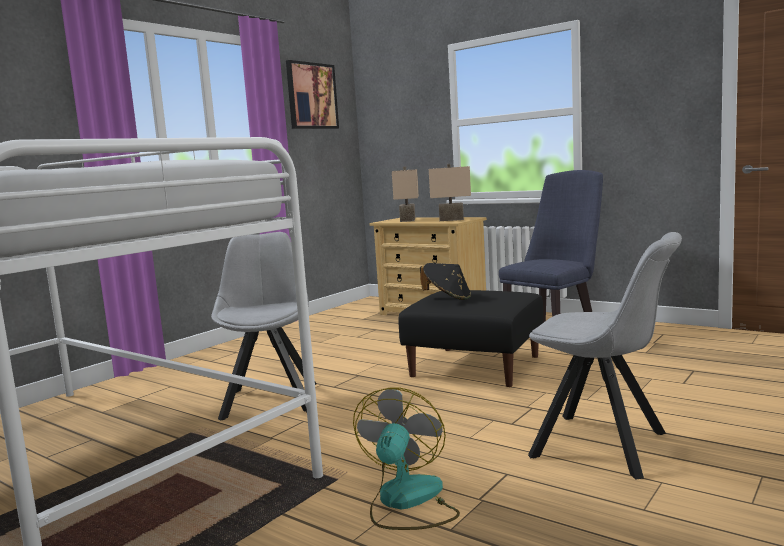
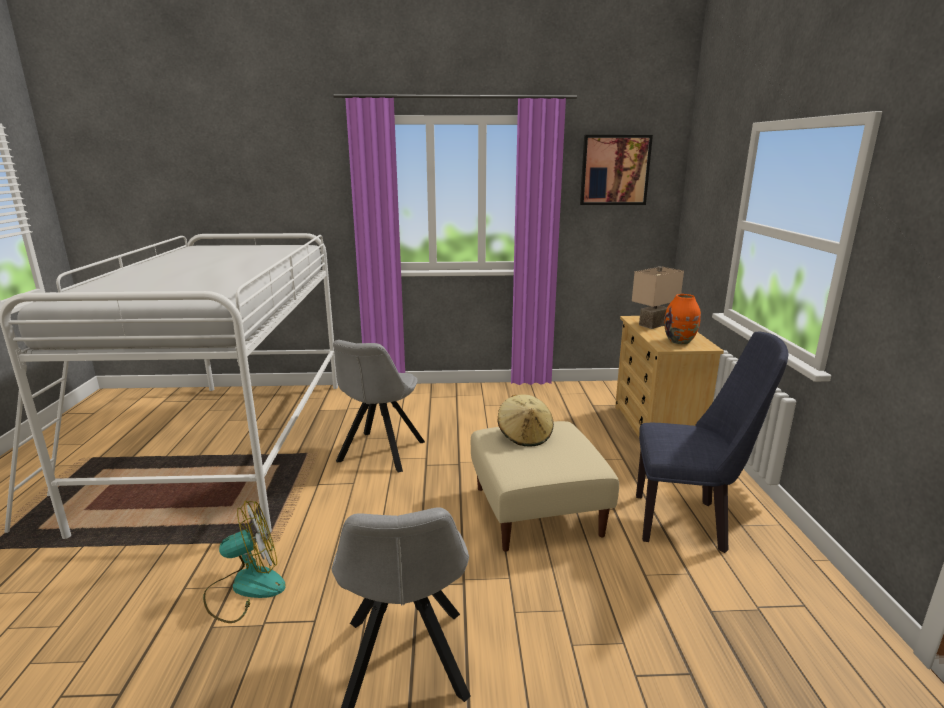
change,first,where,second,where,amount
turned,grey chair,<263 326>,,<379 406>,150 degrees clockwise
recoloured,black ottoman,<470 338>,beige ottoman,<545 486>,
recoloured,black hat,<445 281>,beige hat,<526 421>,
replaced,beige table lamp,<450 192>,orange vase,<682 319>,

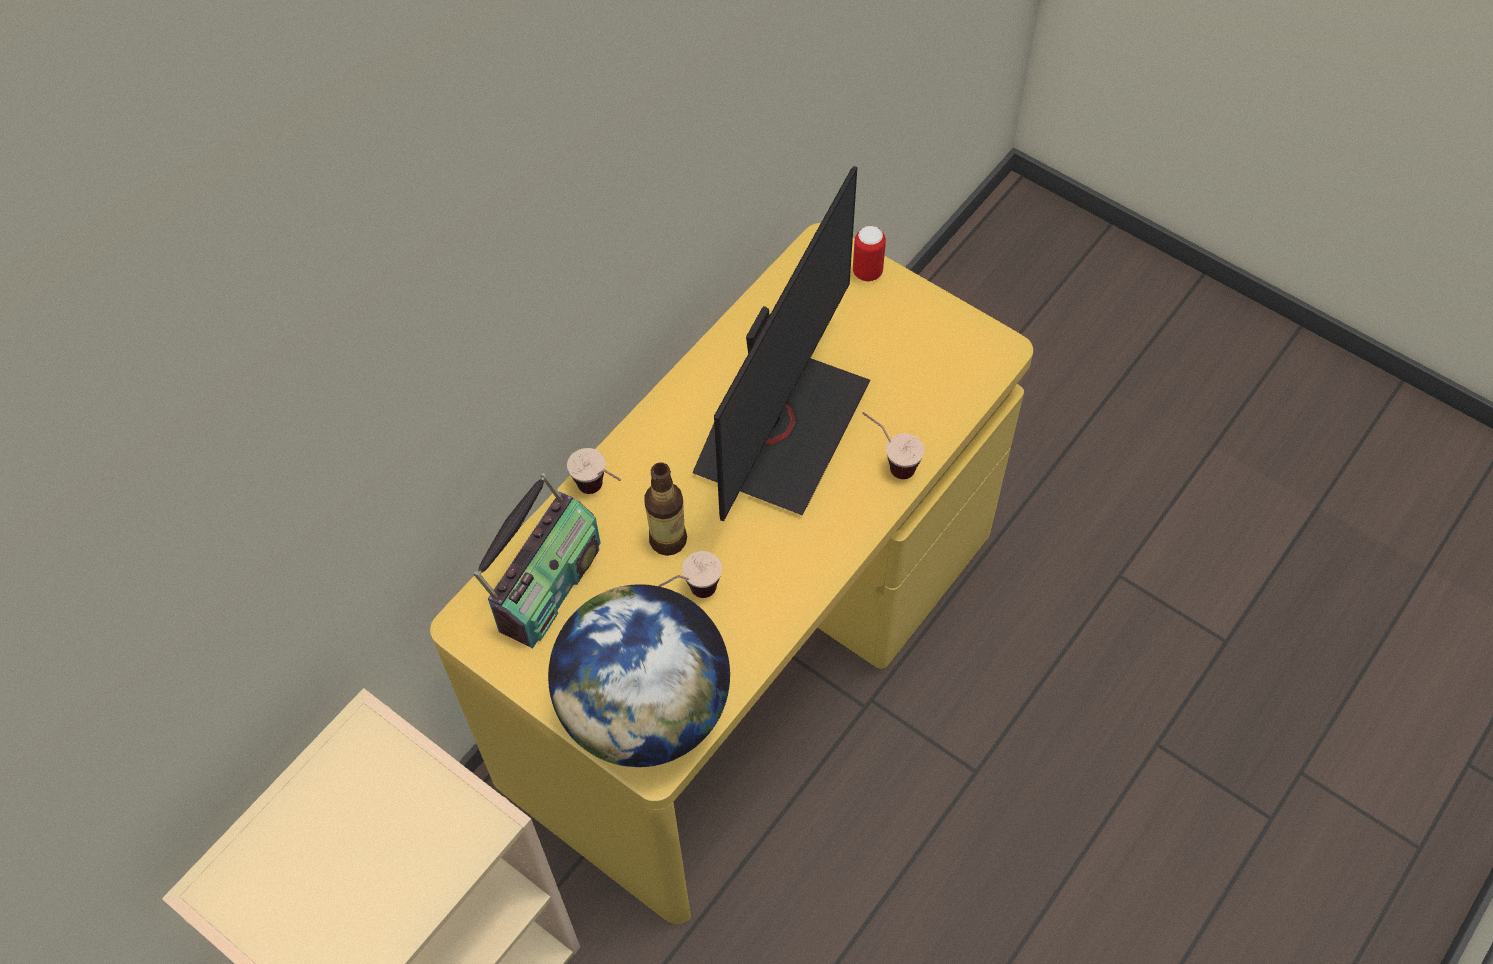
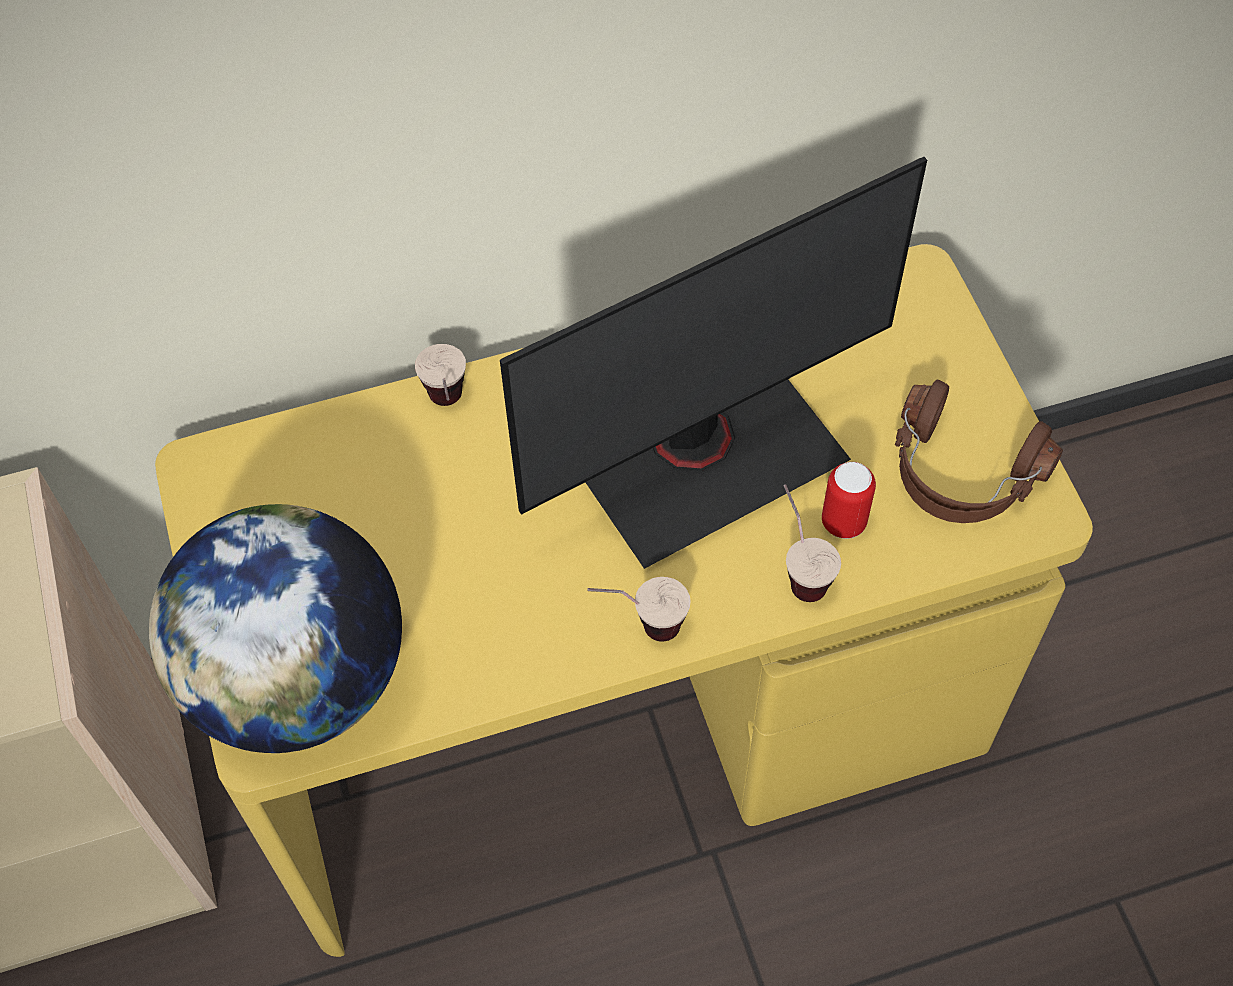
change,first,where,second,where,amount
removed,radio,<537 560>,,,
removed,bottle,<665 509>,,,
moved,cup,<690 574>,,<639 609>,
moved,can,<869 253>,,<849 500>,
added,,,brown headphones,<979 451>,

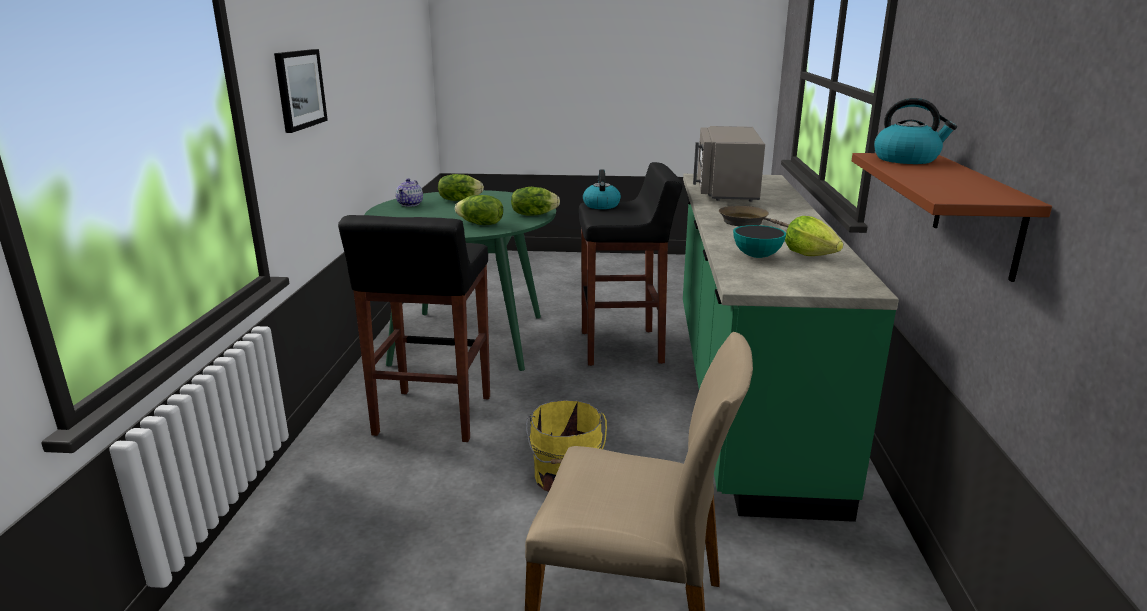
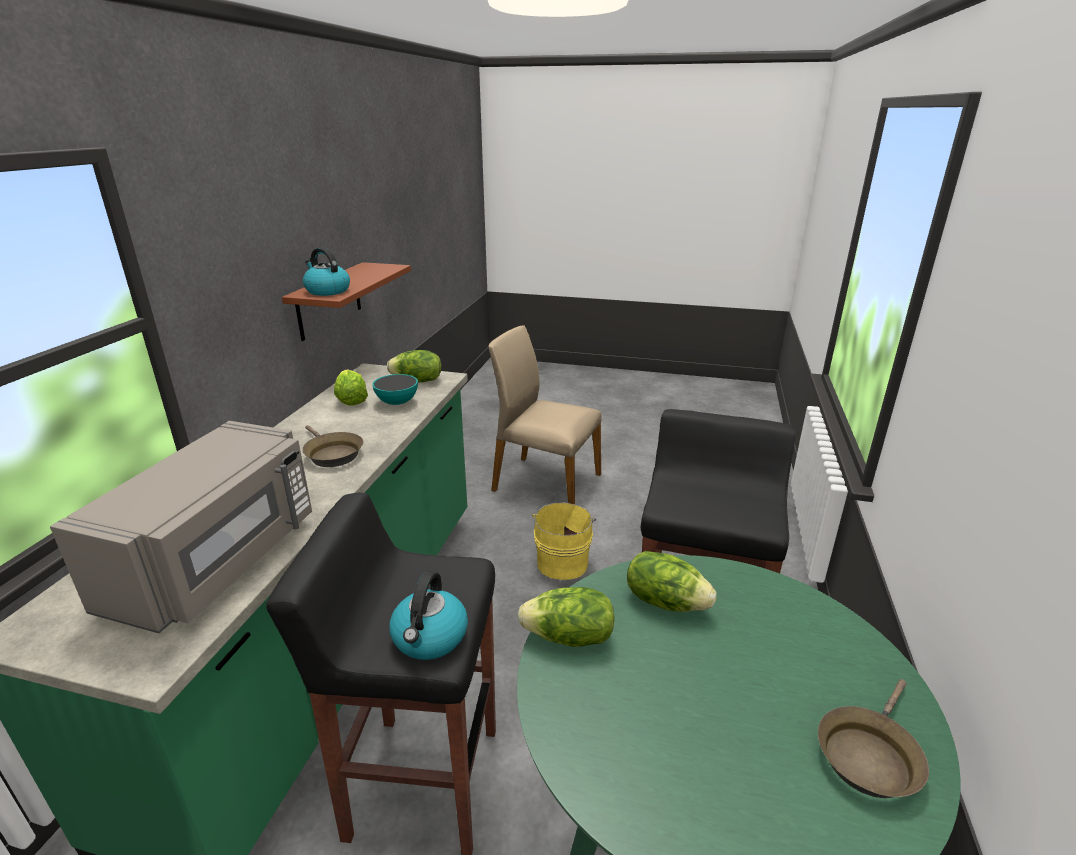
change,first,where,second,where,amount
removed,picture,<301 91>,,,
replaced,teapot,<409 192>,brown frying pan,<873 738>,
moved,lettuce,<461 187>,,<414 366>,

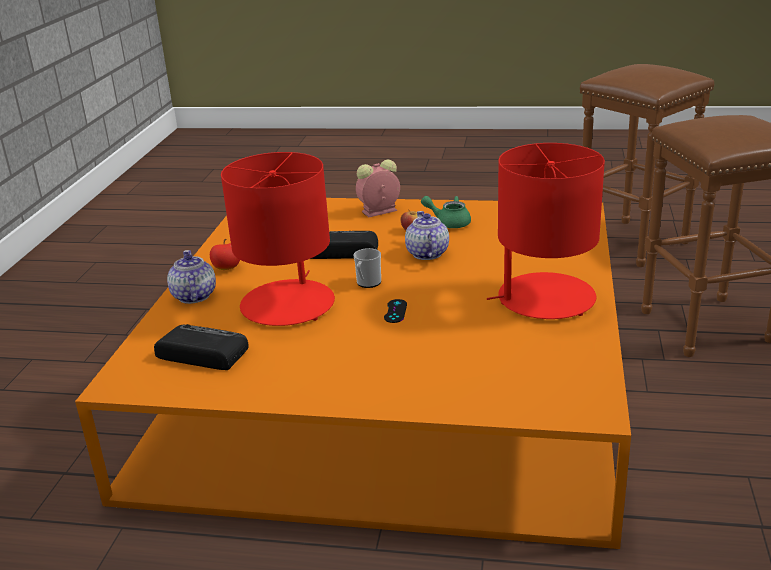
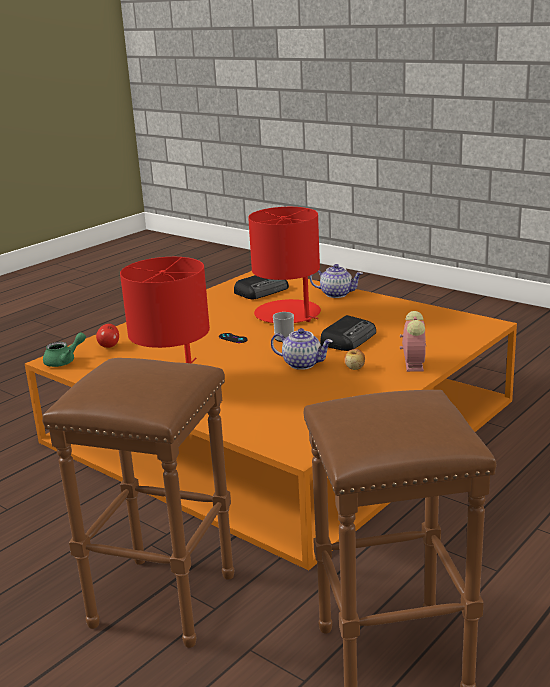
change,first,where,second,where,amount
moved,apple,<225 254>,,<107 336>,
moved,green teapot,<446 212>,,<64 349>,

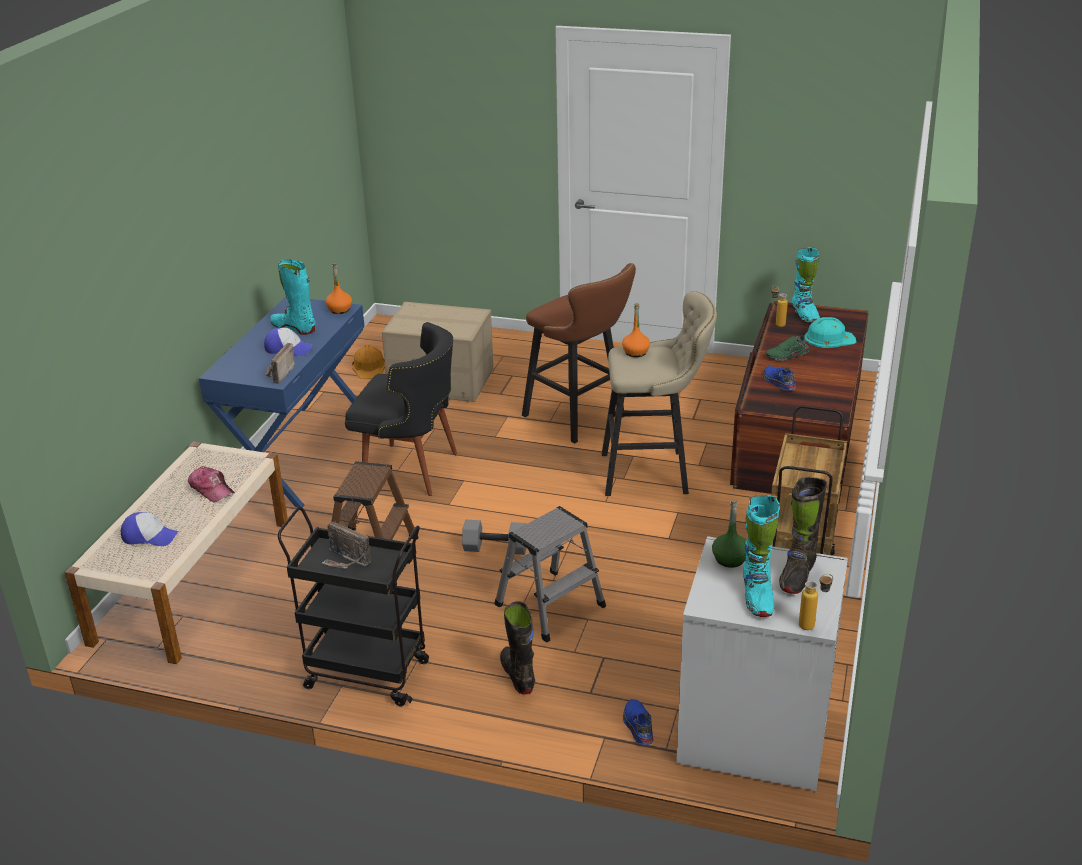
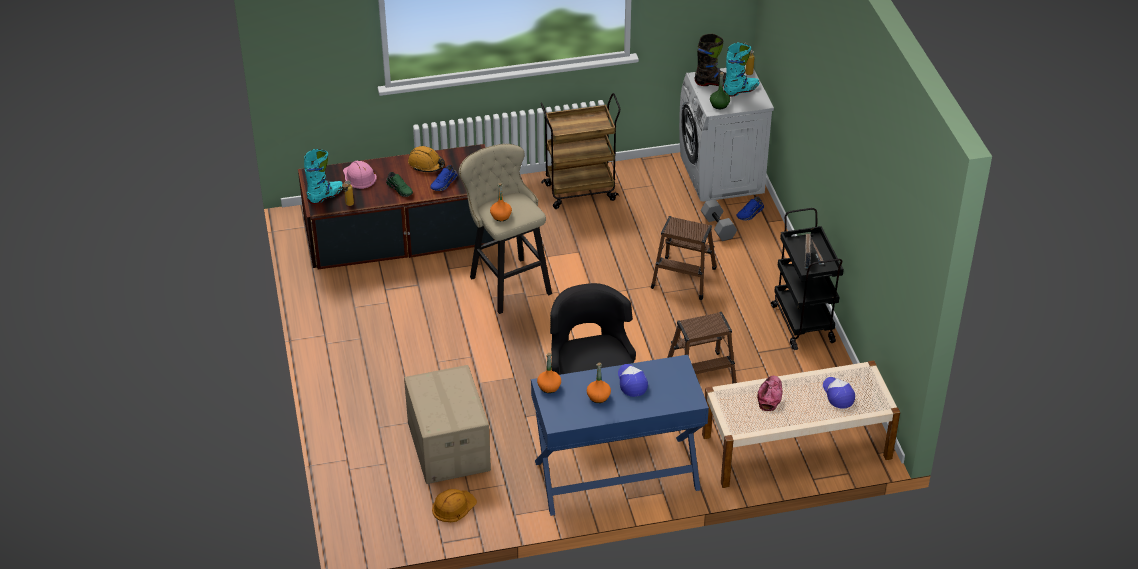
change,first,where,second,where,amount
removed,radio,<281 363>,,,
replaced,turquoise boot,<293 297>,orange bottle,<599 383>,
moved,grey dumbbell,<494 537>,,<719 220>,
recoloured,grey step ladder,<550 574>,brown step ladder,<684 258>,
removed,black boot,<517 648>,,,
removed,brown stool,<579 353>,,,
recoloured,turquoise hard hat,<830 332>,pink hard hat,<360 175>,
added,,,orange hard hat,<426 159>,

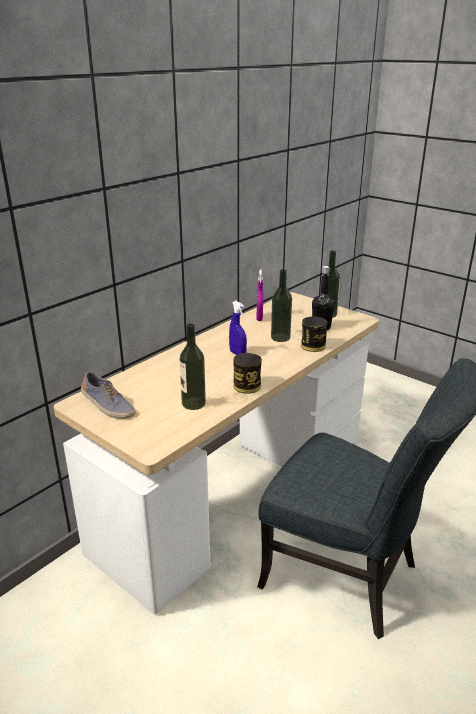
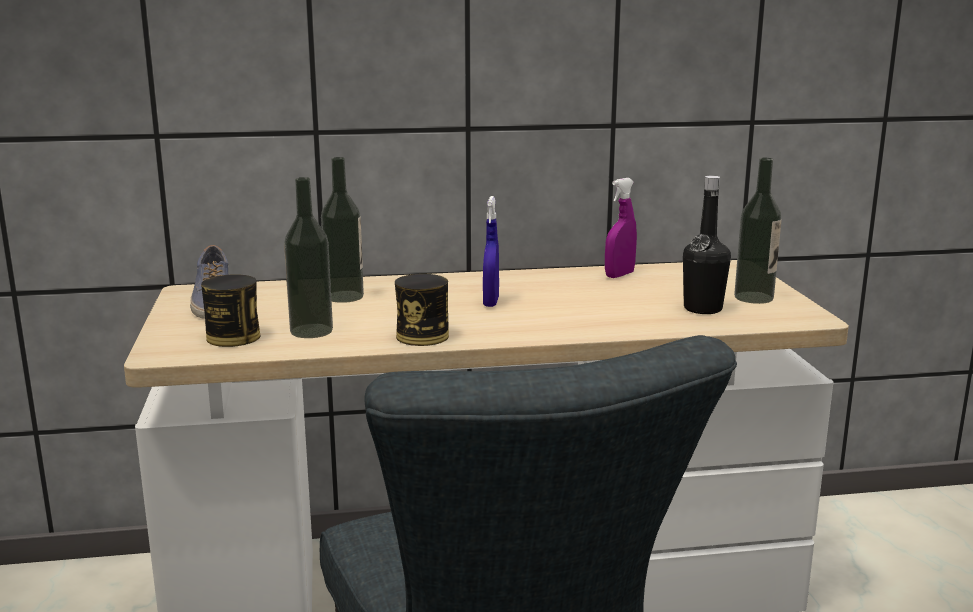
change,first,where,second,where,amount
moved,bottle,<281 305>,,<342 230>,
moved,can,<314 334>,,<231 310>,

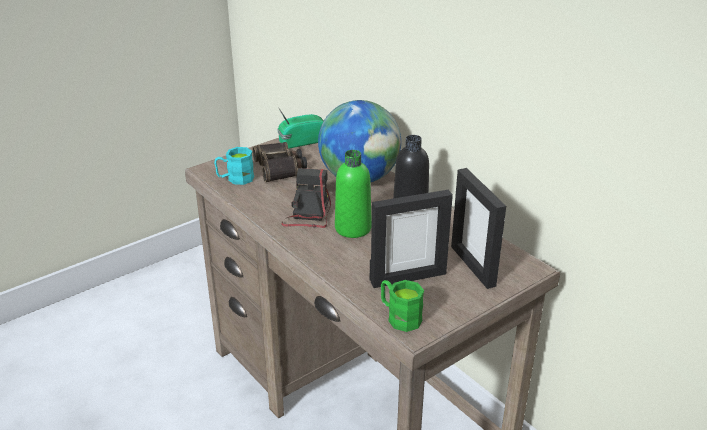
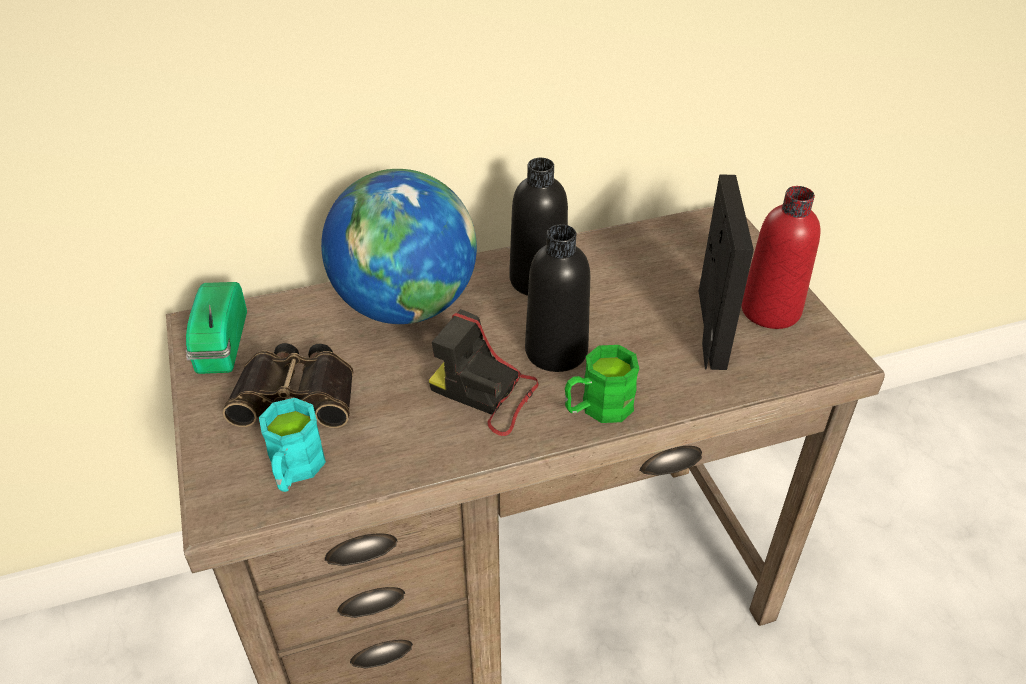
change,first,where,second,where,amount
recoloured,green bottle,<353 194>,black bottle,<557 298>,
moved,green mug,<402 306>,,<602 384>,
removed,picture frame,<478 228>,,,
added,,,red bottle,<780 257>,

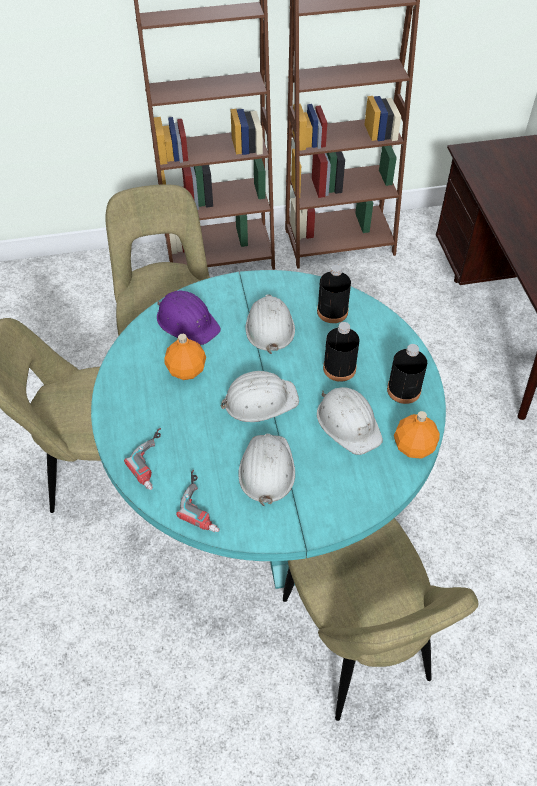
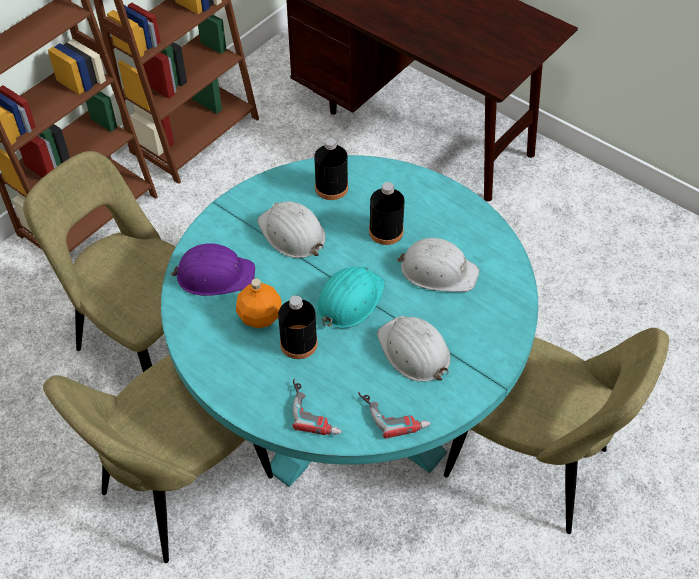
change,first,where,second,where,amount
recoloured,white hard hat,<259 396>,turquoise hard hat,<351 297>,
moved,black bottle,<407 374>,,<298 327>,
removed,orange bottle,<417 434>,,,

